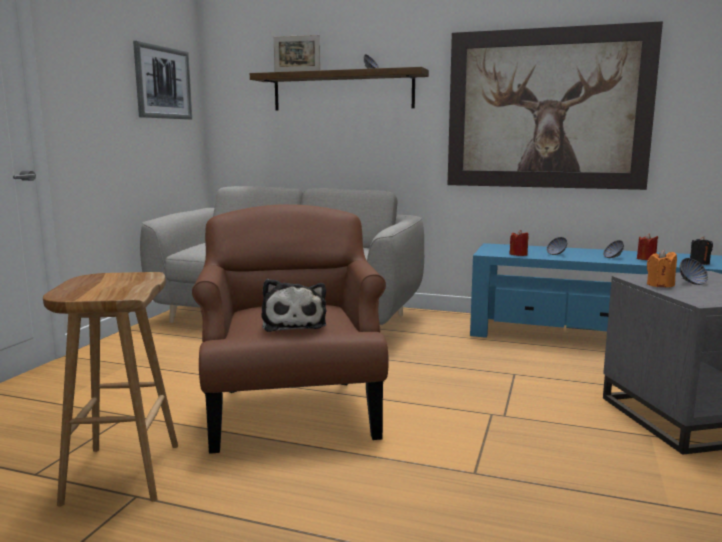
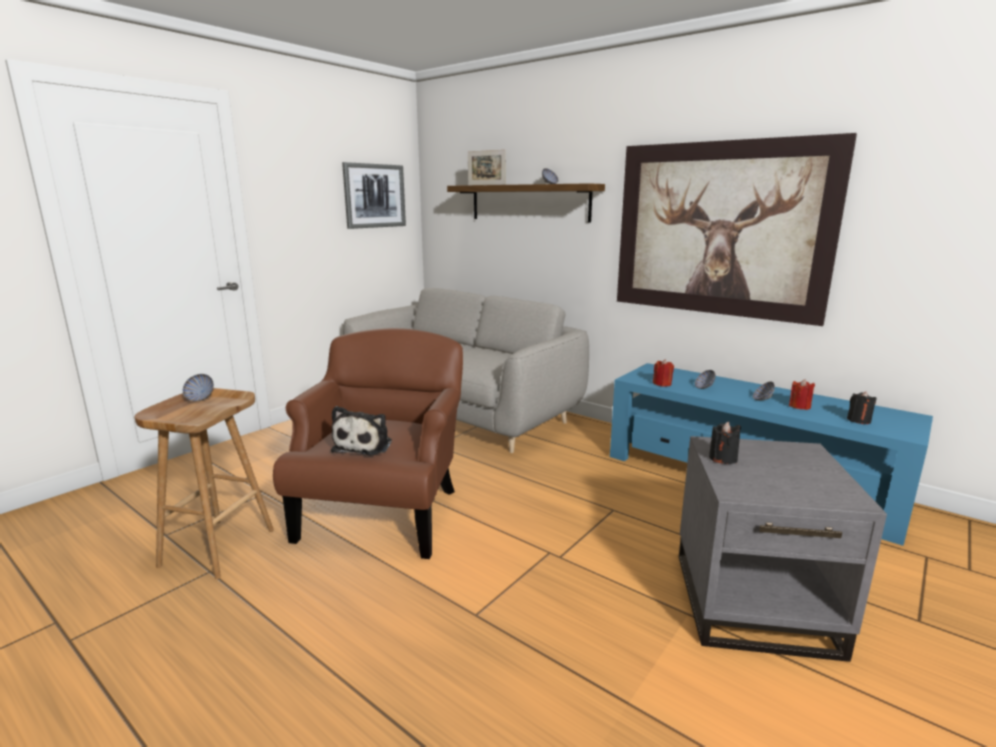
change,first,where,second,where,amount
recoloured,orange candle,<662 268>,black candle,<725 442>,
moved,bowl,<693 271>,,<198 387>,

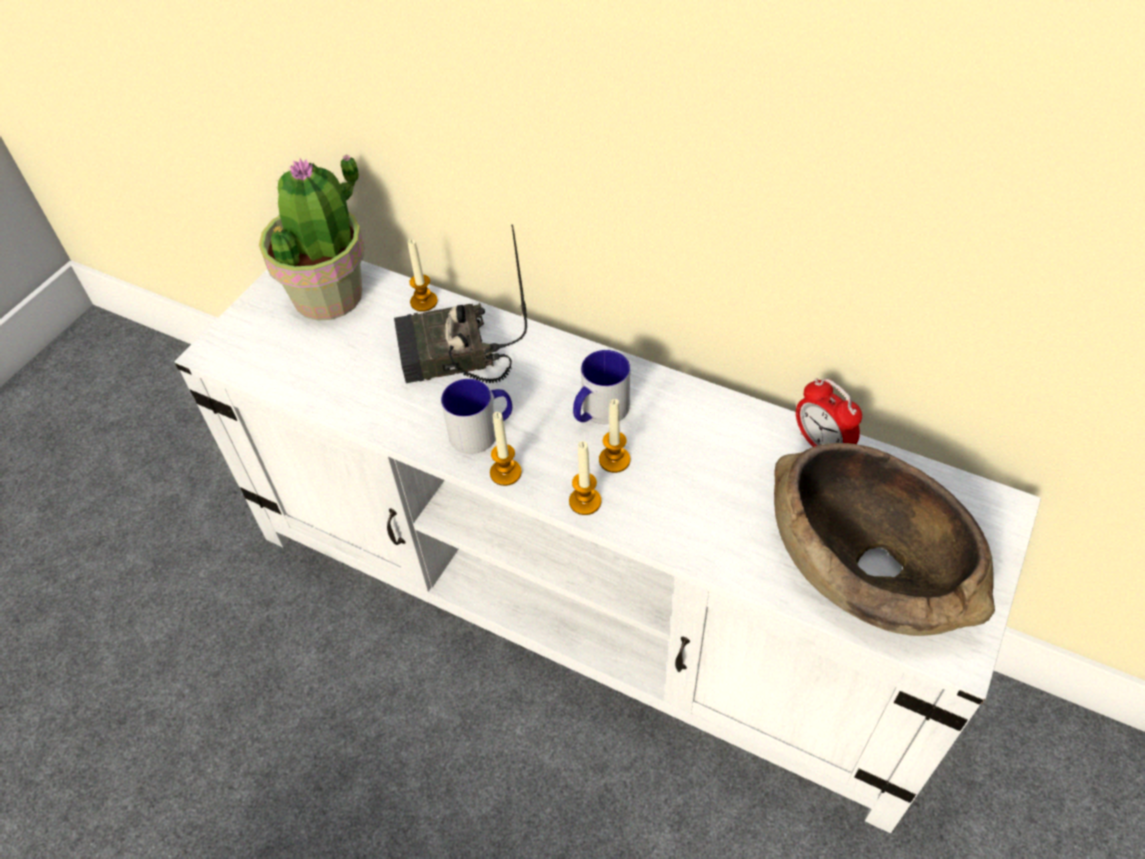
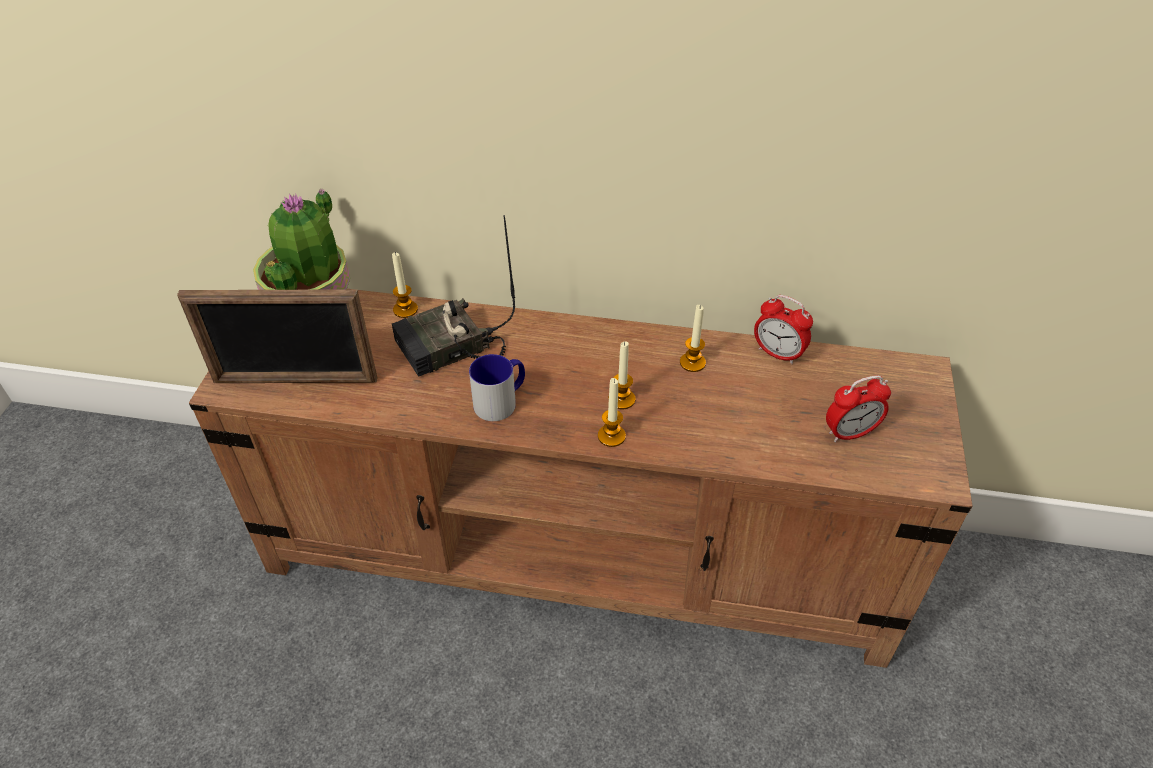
change,first,where,second,where,amount
recoloured,white tv stand,<607 547>,brown tv stand,<580 479>,
moved,candle,<506 449>,,<693 338>,
removed,mug,<601 387>,,,
replaced,brown bowl,<884 539>,alarm clock,<858 409>,
added,,,picture frame,<277 336>,

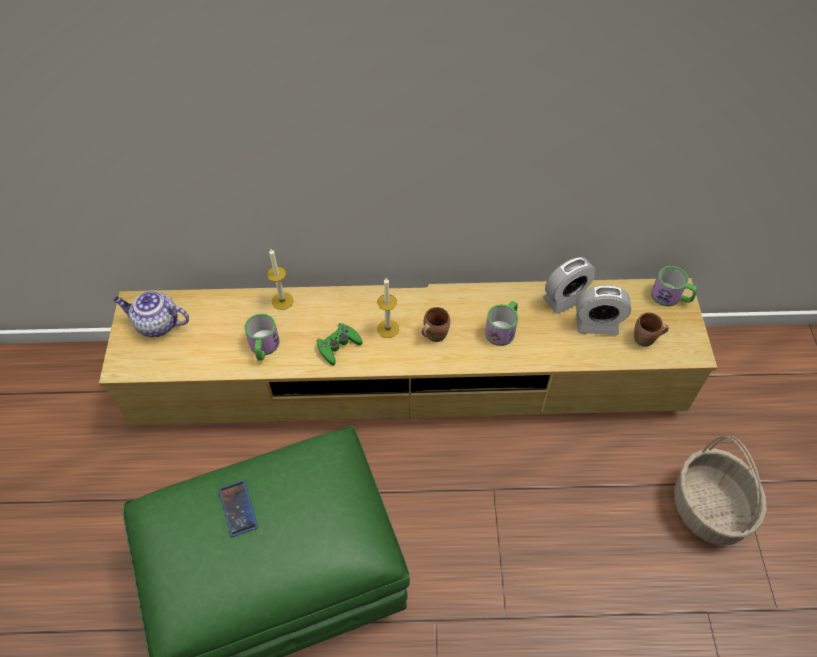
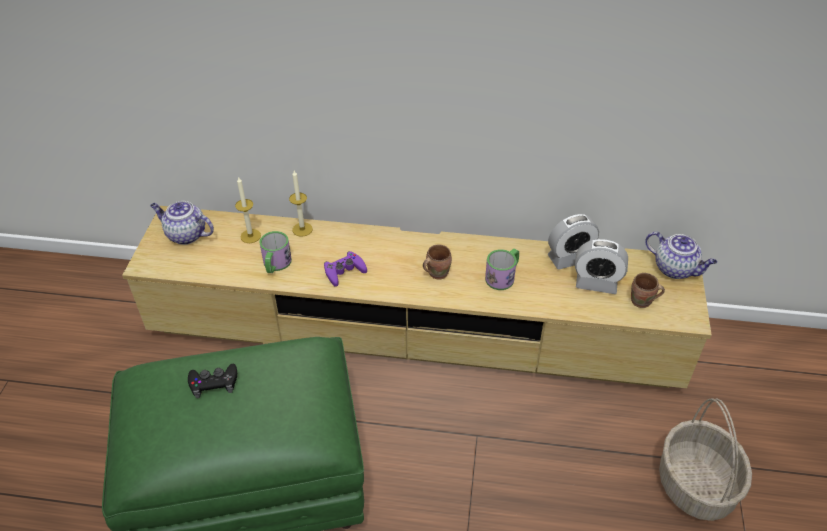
change,first,where,second,where,amount
replaced,phone,<238 508>,black game controller,<212 381>,
recoloured,green game controller,<339 344>,purple game controller,<345 269>,
moved,candle,<388 308>,,<248 210>,
replaced,mug,<674 286>,teapot,<681 255>,

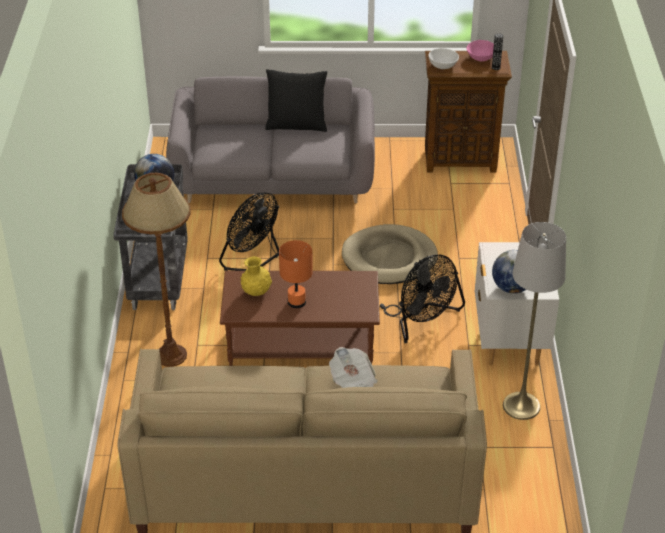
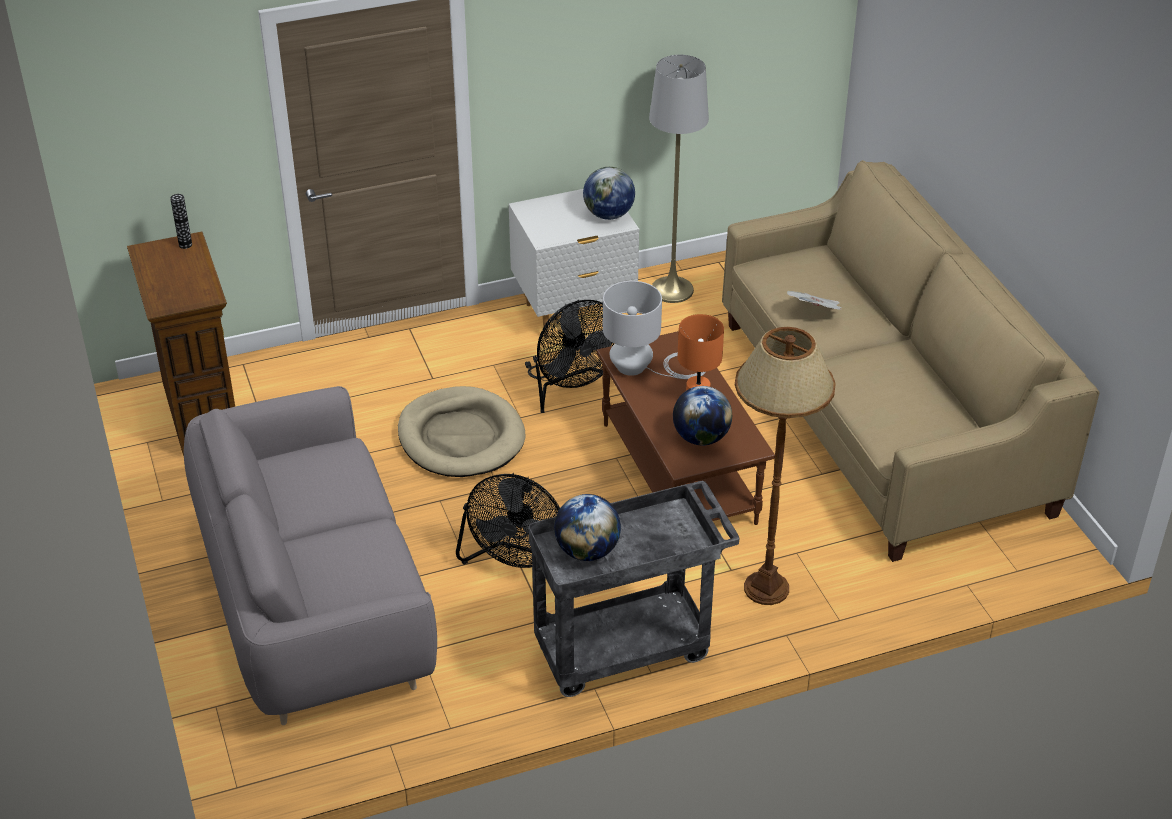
change,first,where,second,where,amount
replaced,yellow vase,<256 276>,globe,<702 415>,
removed,black pillow,<296 100>,,,
turned,black fan,<422 299>,,<569 356>,120 degrees clockwise
removed,white bowl,<443 58>,,,
removed,pink bowl,<480 50>,,,
added,,,white table lamp,<654 330>,

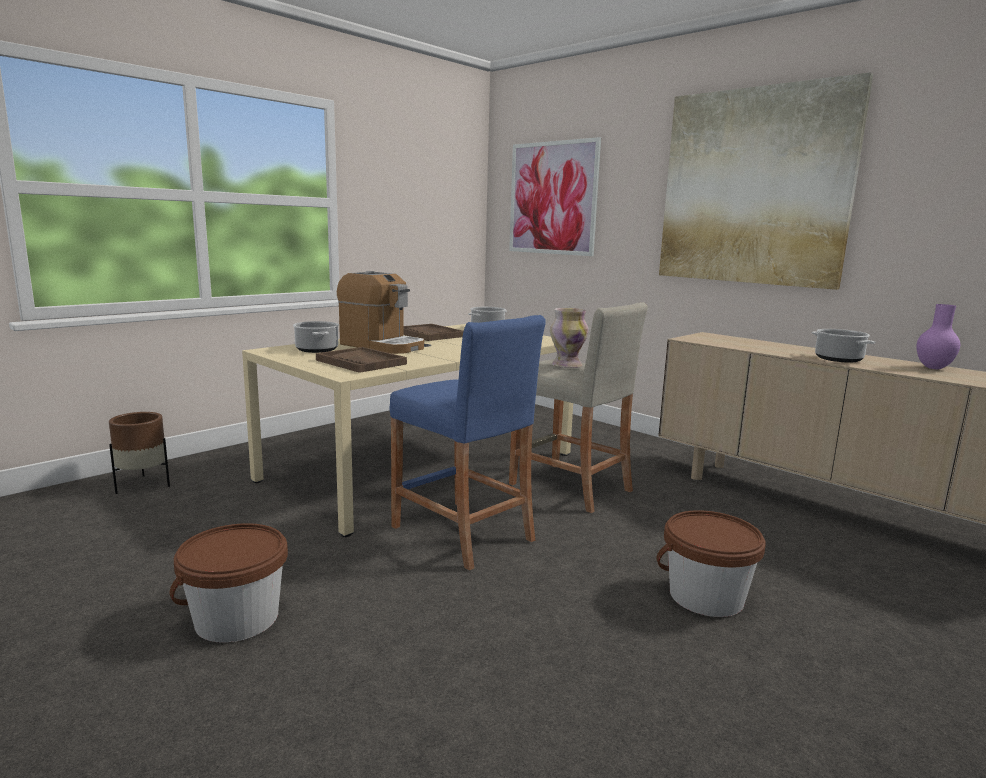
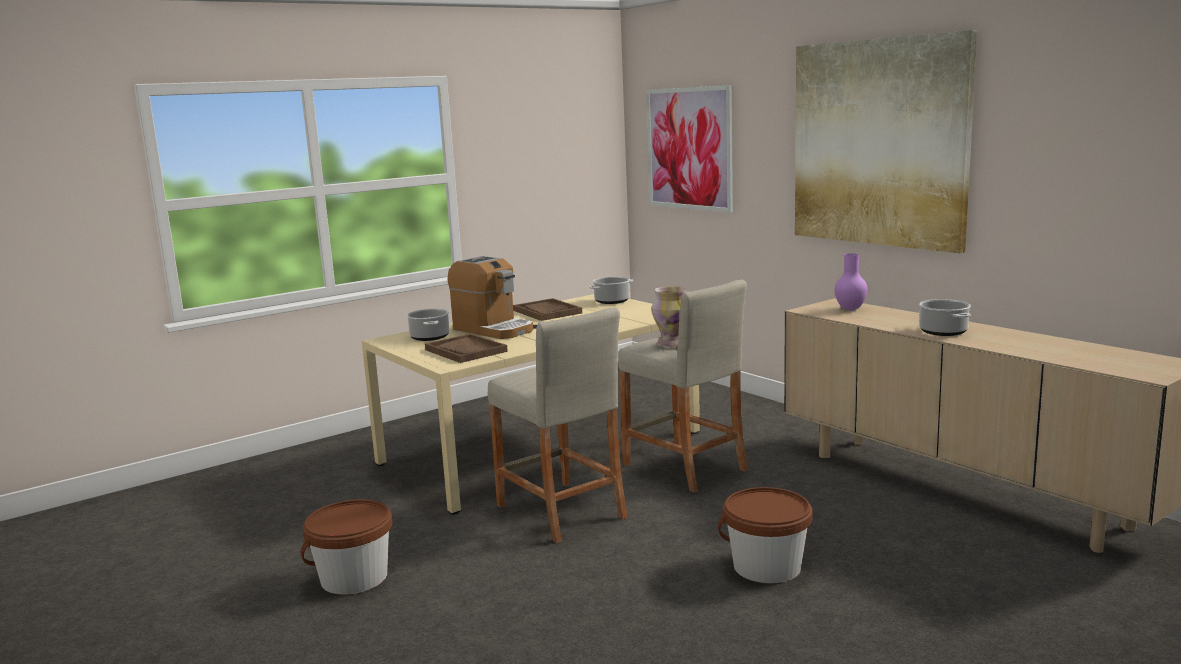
change,first,where,second,where,amount
removed,brown planter,<139 453>,,,
recoloured,blue stool,<467 443>,beige stool,<558 425>,
moved,purple vase,<938 336>,,<851 282>,

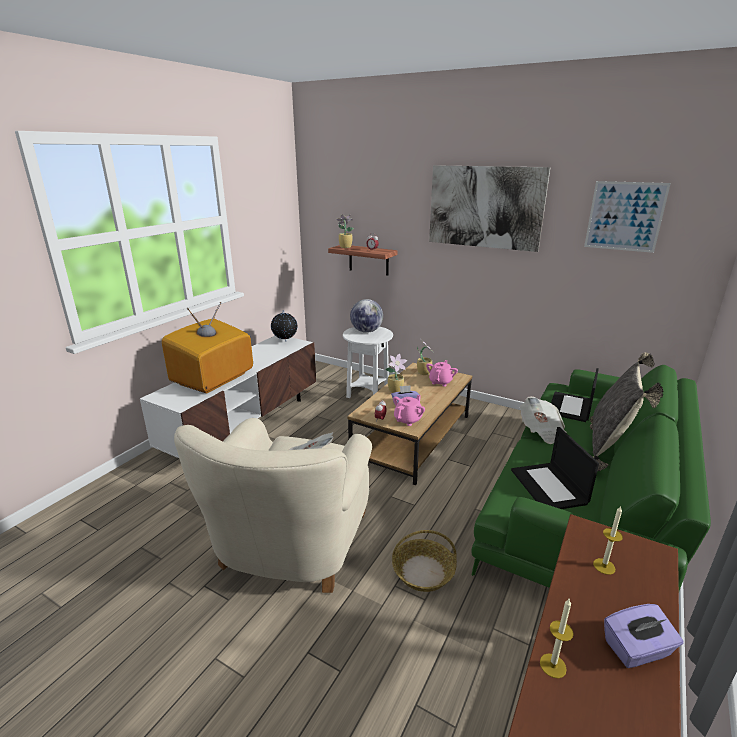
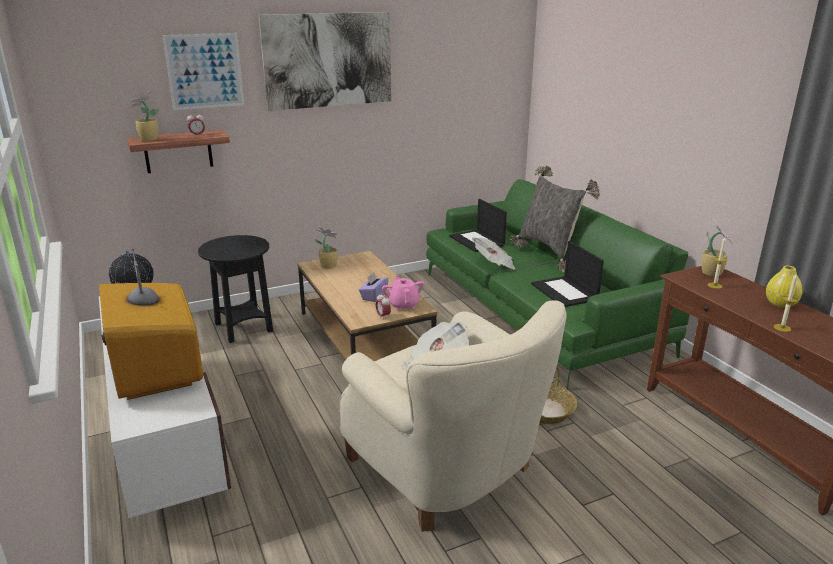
change,first,where,second,where,amount
recoloured,white side table,<368 362>,black side table,<235 289>,
removed,globe,<366 316>,,,
moved,potted plant,<396 373>,,<716 247>,
removed,pink teapot,<442 373>,,,
turned,laptop,<555 468>,,<567 274>,45 degrees clockwise
moved,picture,<627 217>,,<203 71>,
replaced,purple tissue box,<644 636>,yellow vase,<784 287>,

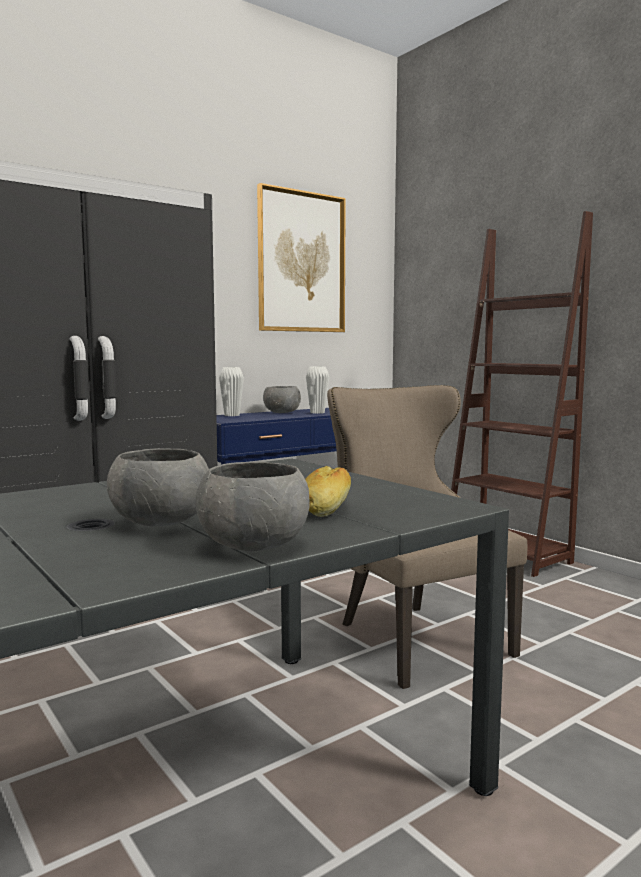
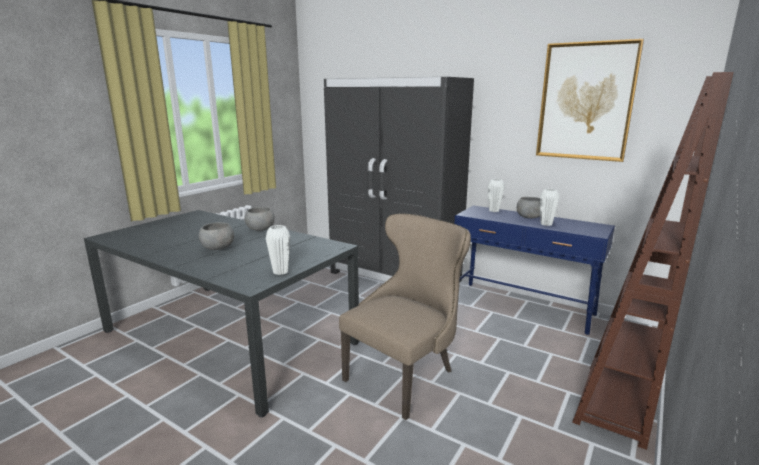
change,first,where,second,where,amount
moved,grey bowl,<253 506>,,<260 219>,
removed,bread,<328 491>,,,
added,,,white vase,<278 250>,

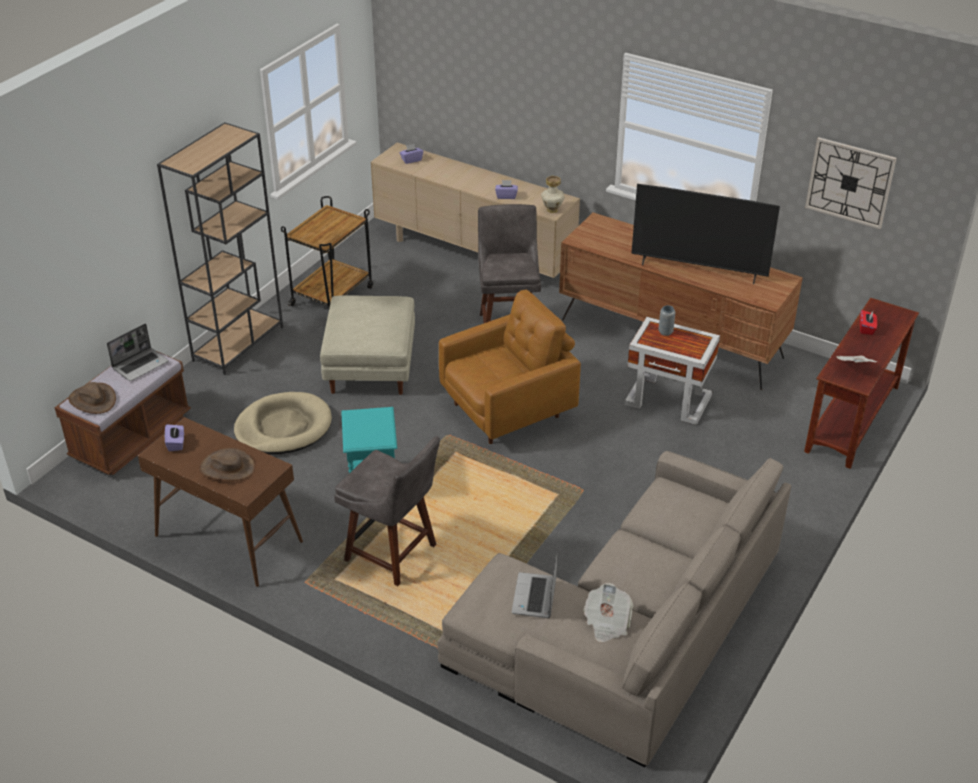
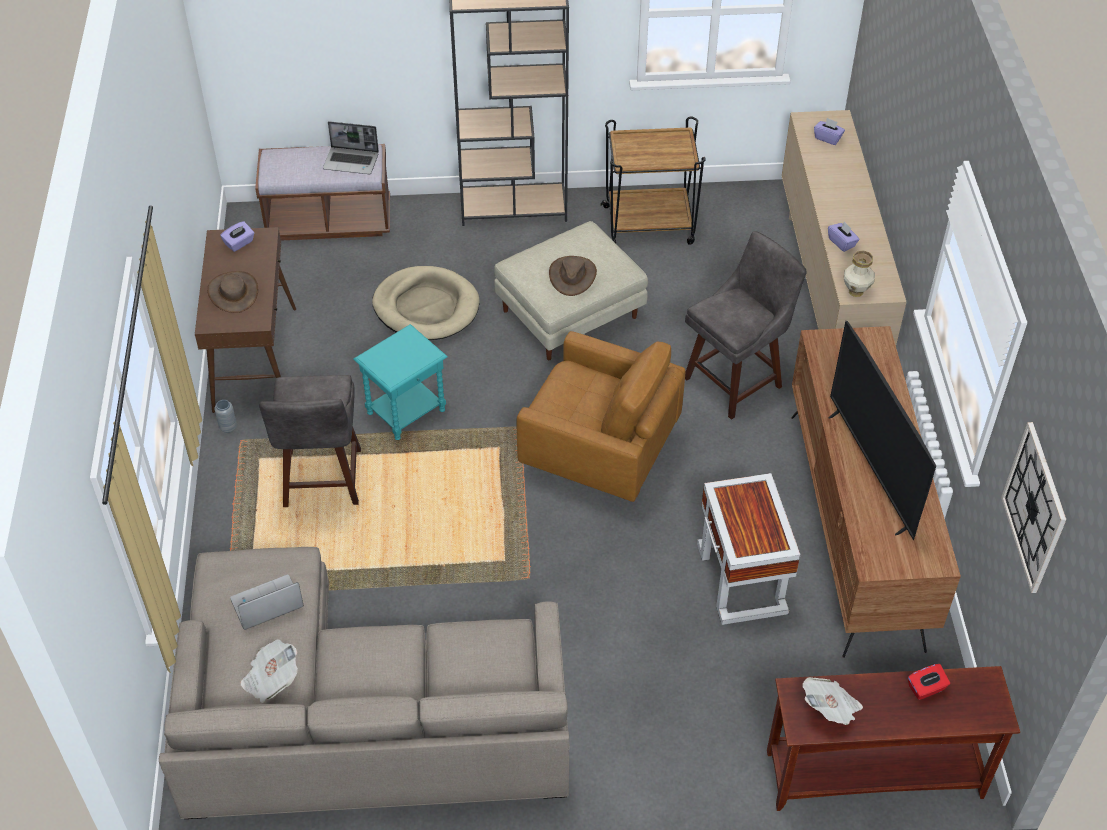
change,first,where,second,where,amount
moved,brown hat,<92 398>,,<573 276>,
moved,grey vase,<667 320>,,<225 416>,

